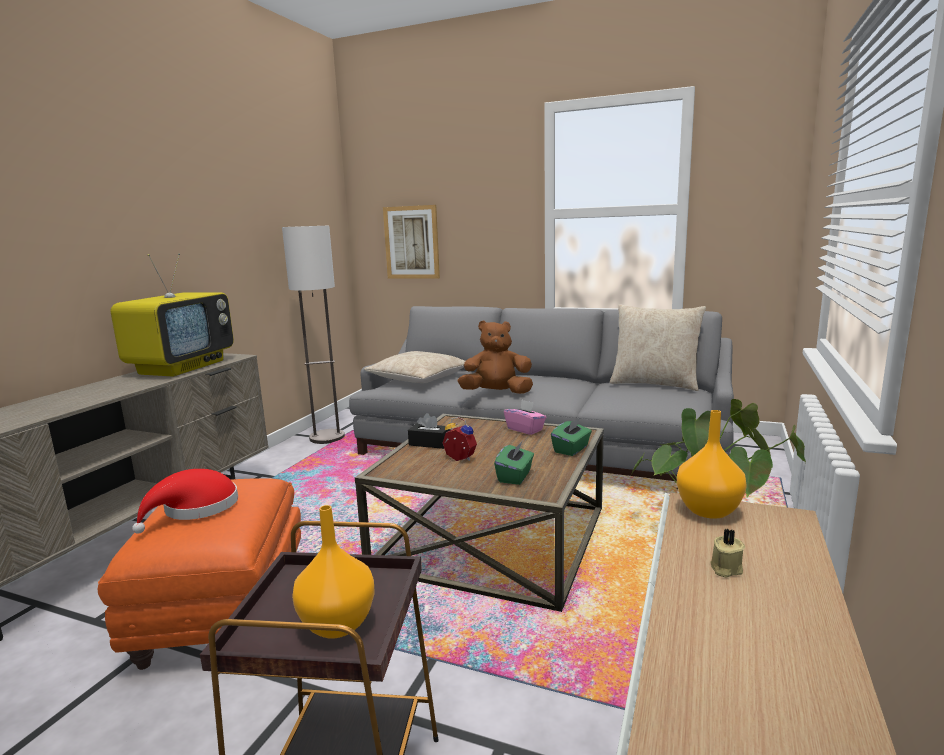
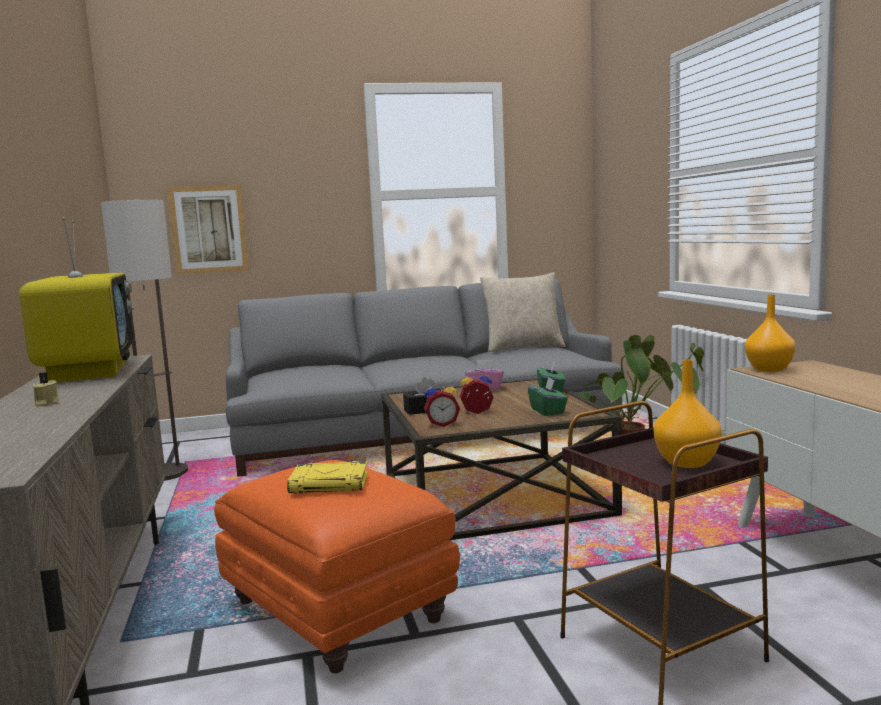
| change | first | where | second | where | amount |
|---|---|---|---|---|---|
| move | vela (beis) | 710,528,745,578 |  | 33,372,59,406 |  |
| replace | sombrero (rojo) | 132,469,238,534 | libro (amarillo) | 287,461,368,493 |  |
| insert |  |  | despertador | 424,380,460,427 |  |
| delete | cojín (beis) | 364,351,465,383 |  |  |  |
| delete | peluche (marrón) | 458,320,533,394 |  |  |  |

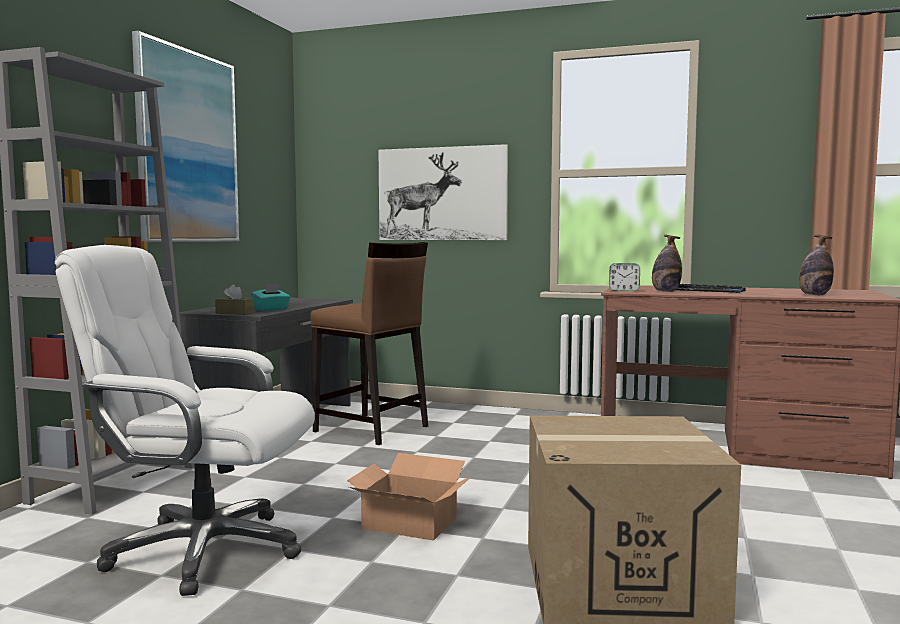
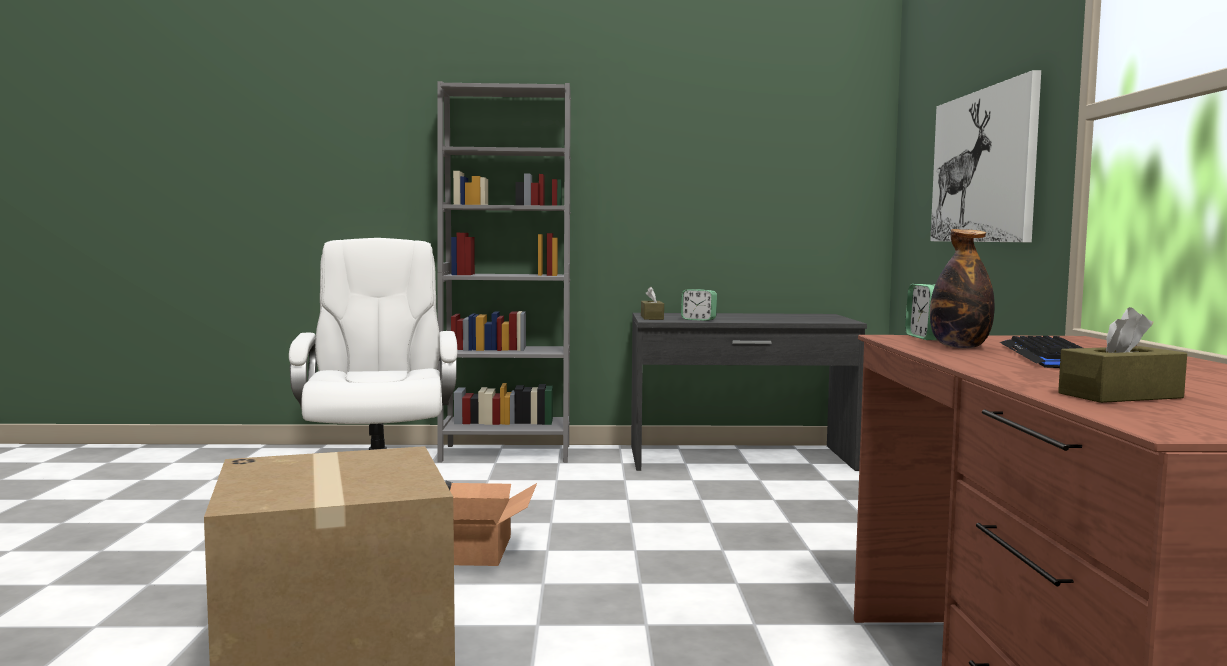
| change | first | where | second | where | amount |
|---|---|---|---|---|---|
| replace | caja de pañuelos (turquesa) | 251,284,290,311 | despertador | 681,289,717,321 |  |
| replace | botella | 799,235,834,295 | caja de pañuelos (marrón) | 1058,307,1187,403 |  |
| delete | cuadro | 132,31,239,243 |  |  |  |
| delete | taburete (marrón) | 310,242,428,445 |  |  |  |

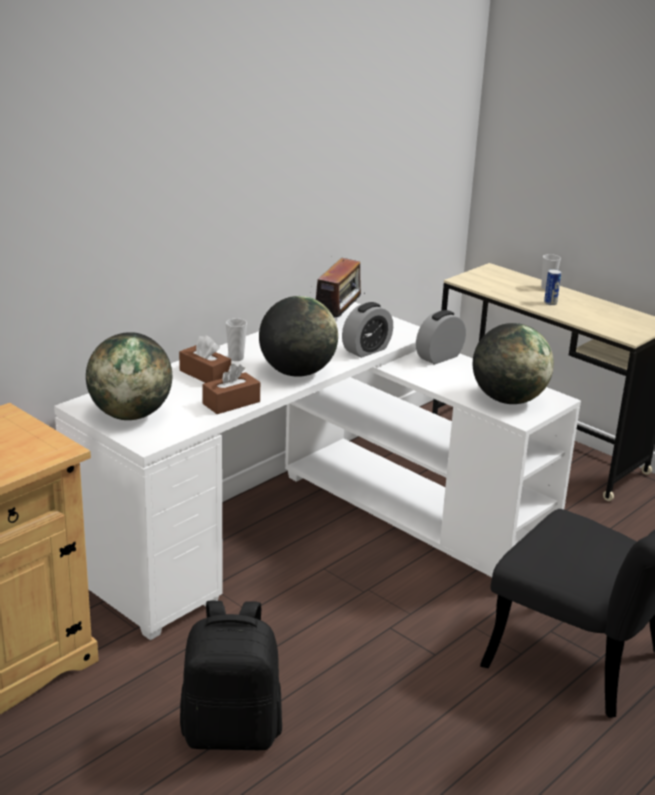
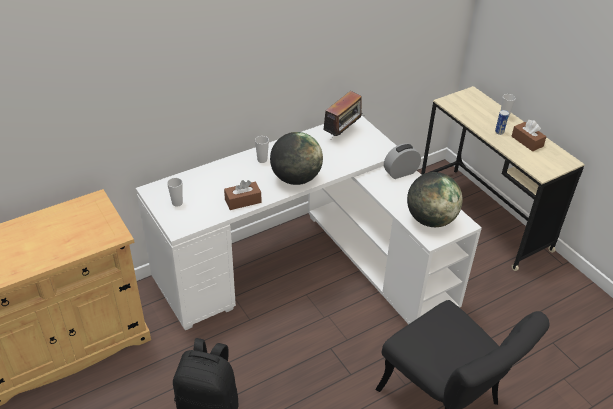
| change | first | where | second | where | amount |
|---|---|---|---|---|---|
| replace | globo terráqueo | 86,332,172,420 | taza | 167,178,183,207 |  |
| move | caja de pañuelos (marrón) | 179,335,231,383 |  | 511,120,547,151 |  |
| delete | despertador | 342,302,393,358 |  |  |  |

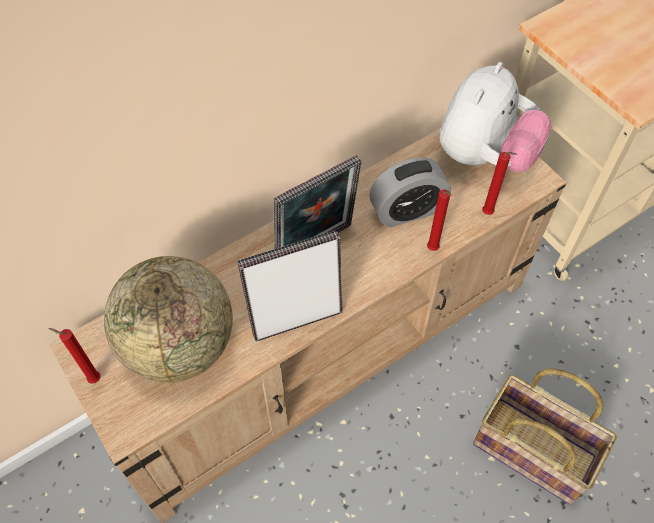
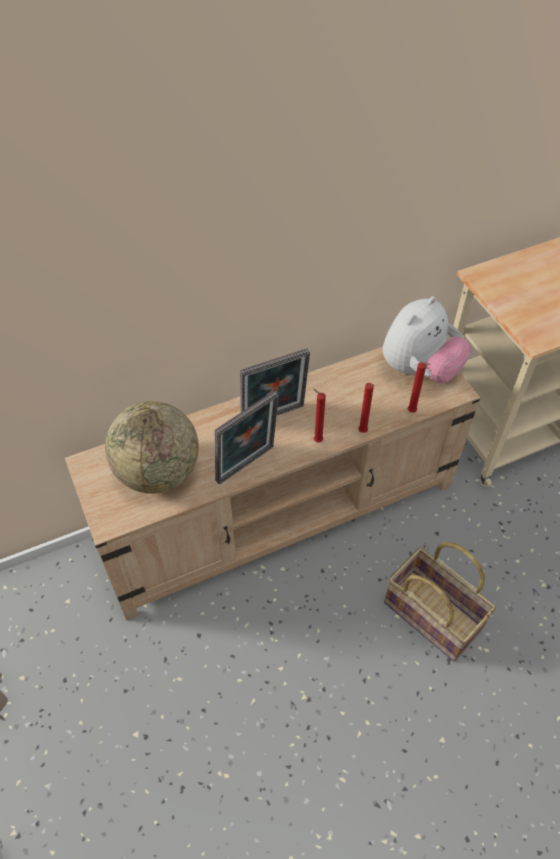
| change | first | where | second | where | amount |
|---|---|---|---|---|---|
| rotate | portarretratos | 237,230,342,342 |  | 214,391,279,485 | 150 degrees clockwise |
| move | vela (rojo) | 48,328,101,384 |  | 313,389,326,442 |  |
| delete | despertador | 369,157,451,227 |  |  |  |

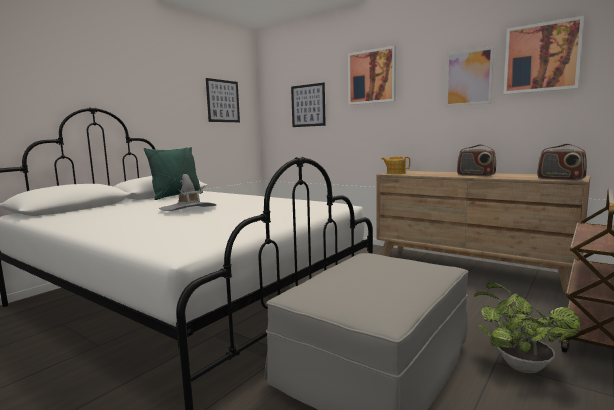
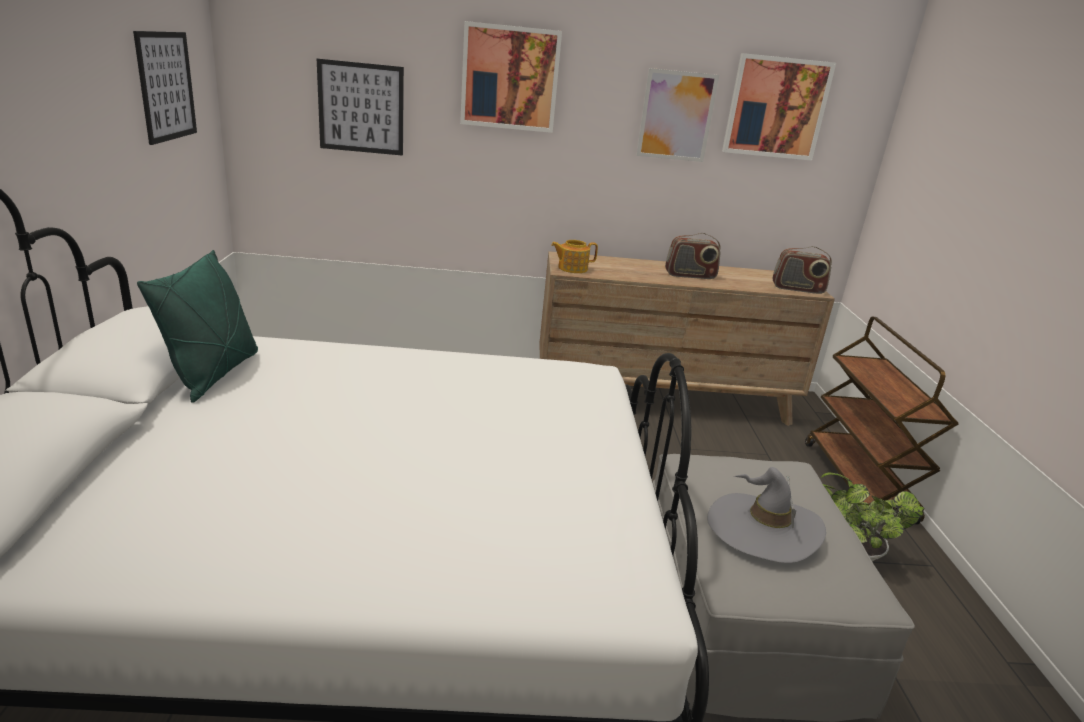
| change | first | where | second | where | amount |
|---|---|---|---|---|---|
| move | sombrero (gris) | 159,174,216,211 |  | 707,467,826,563 |  |

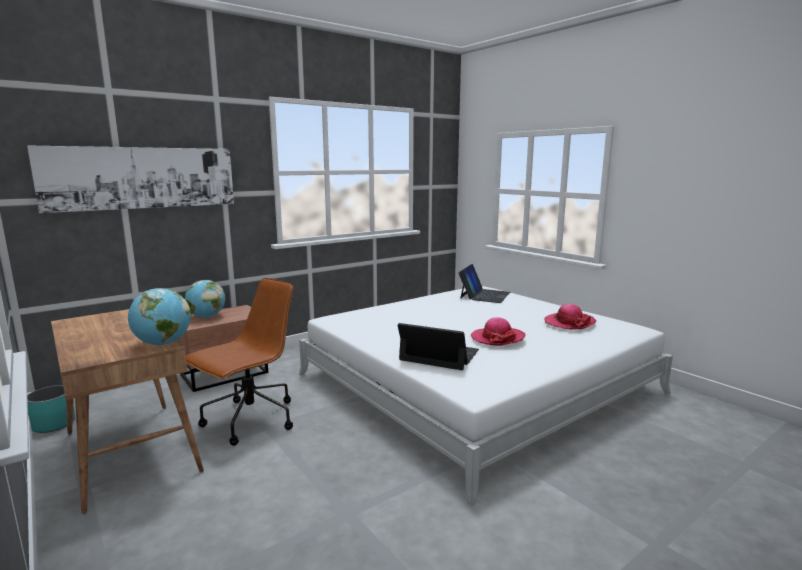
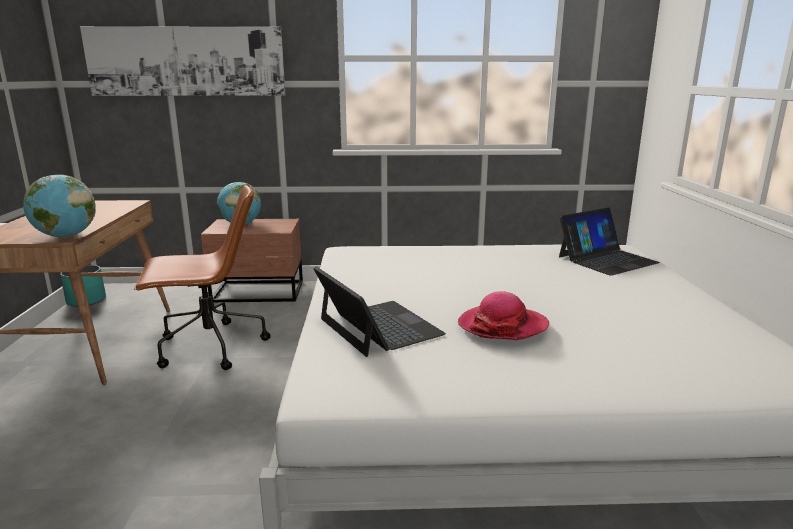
| change | first | where | second | where | amount |
|---|---|---|---|---|---|
| delete | sombrero | 544,304,596,330 |  |  |  |

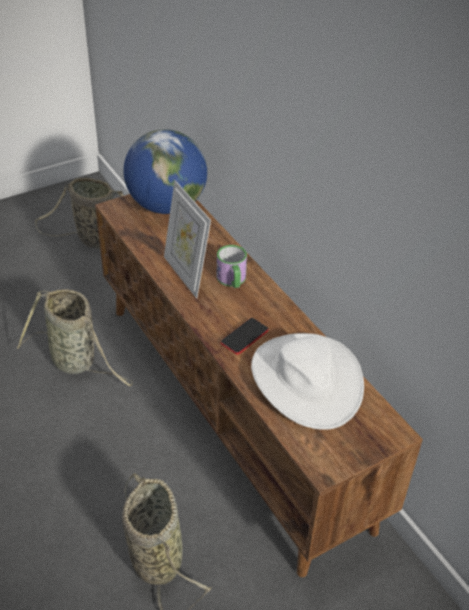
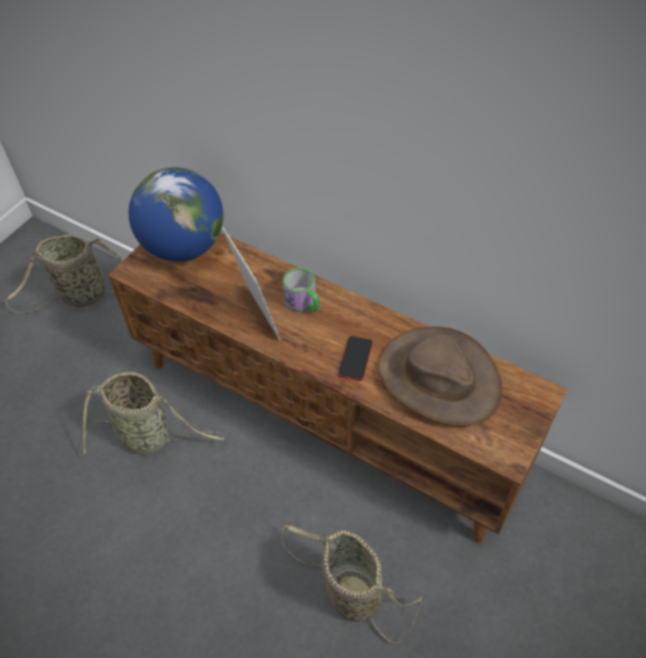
| change | first | where | second | where | amount |
|---|---|---|---|---|---|
| rotate | portarretratos | 164,180,211,299 |  | 222,227,281,341 | 150 degrees counterclockwise |
| recolor | sombrero (blanco) | 251,333,364,430 | sombrero (marrón) | 378,326,502,427 |  |

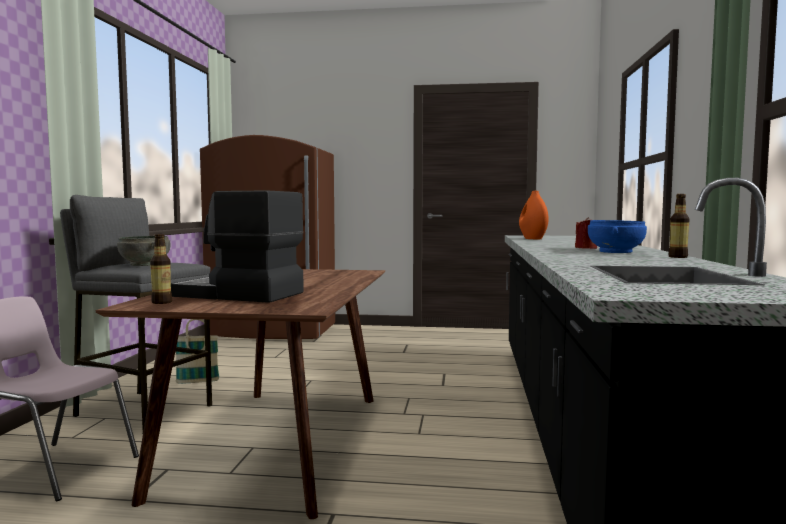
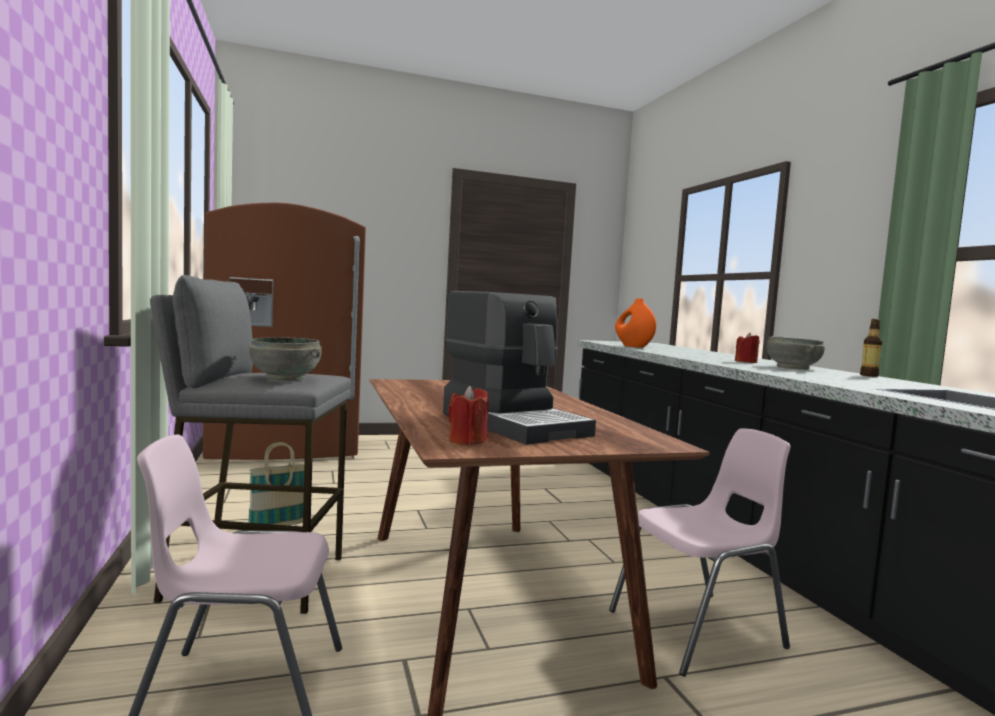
| change | first | where | second | where | amount |
|---|---|---|---|---|---|
| rotate | cafetera | 171,190,304,303 |  | 443,291,596,445 | 120 degrees counterclockwise |
| replace | botella | 150,234,172,304 | vela (rojo) | 448,386,488,445 |  |
| insert |  |  | silla (rosa) | 609,428,790,677 |  |
| recolor | cuenco (azul) | 588,220,647,253 | cuenco (gris) | 767,337,825,370 |  |

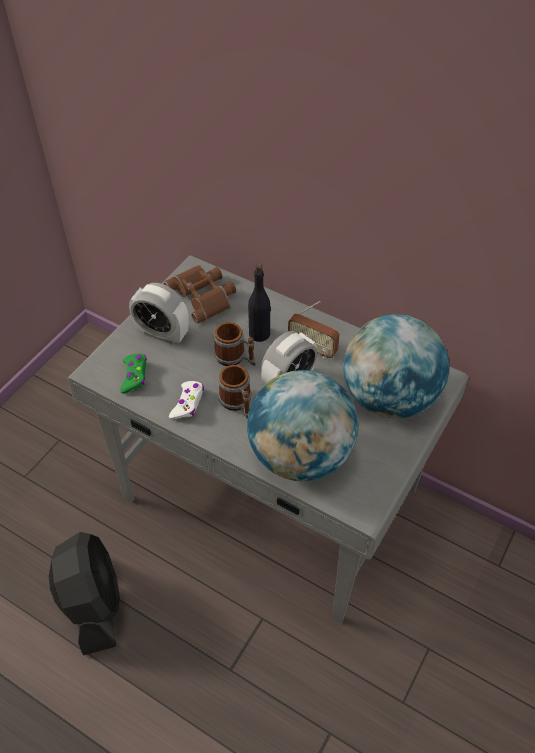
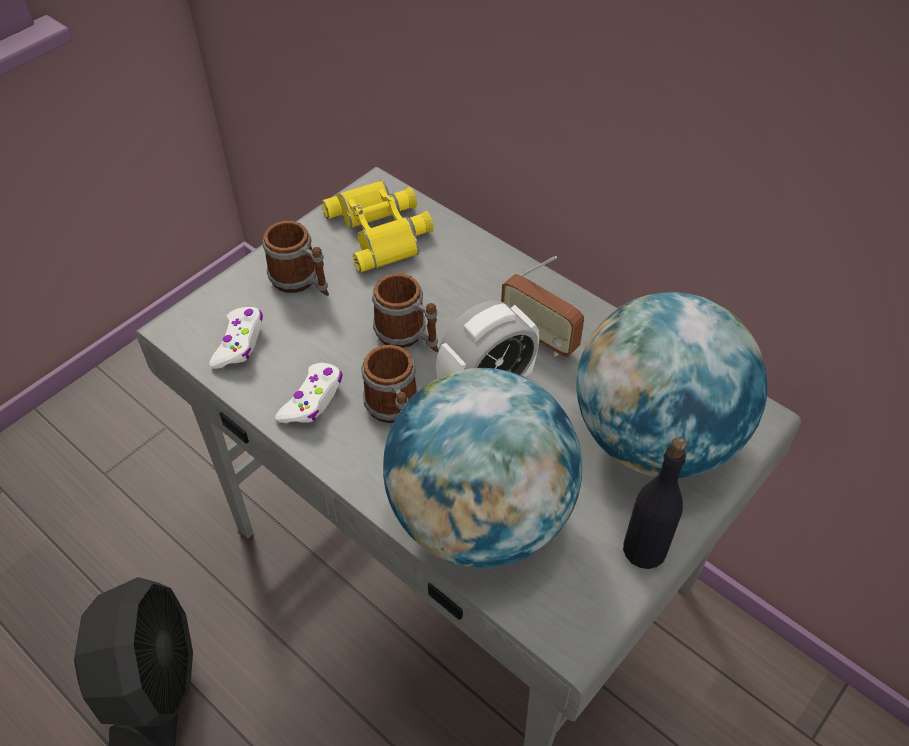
| change | first | where | second | where | amount |
|---|---|---|---|---|---|
| recolor | mando de consola (verde) | 120,353,147,394 | mando de consola (blanco) | 209,307,263,369 |  |
| replace | despertador | 129,283,189,345 | taza grande | 262,221,329,296 |  |
| recolor | prismáticos (marrón) | 164,265,236,324 | prismáticos (amarillo) | 322,180,434,272 |  |
| move | botella (negro) | 248,264,271,342 |  | 623,437,687,569 |  |

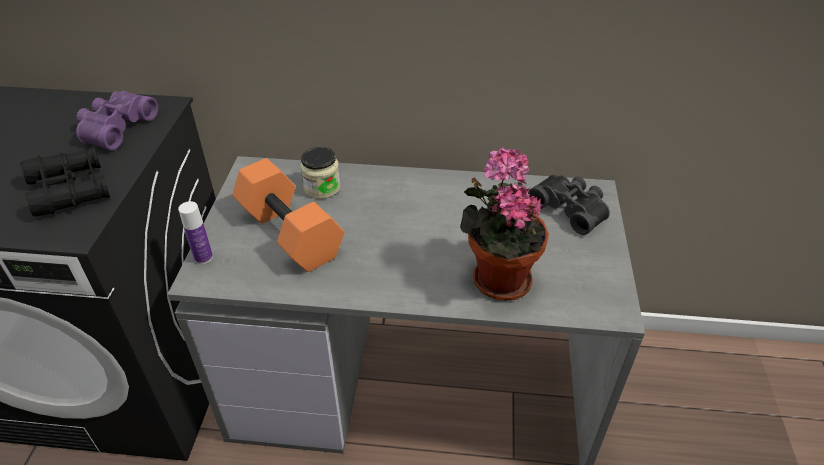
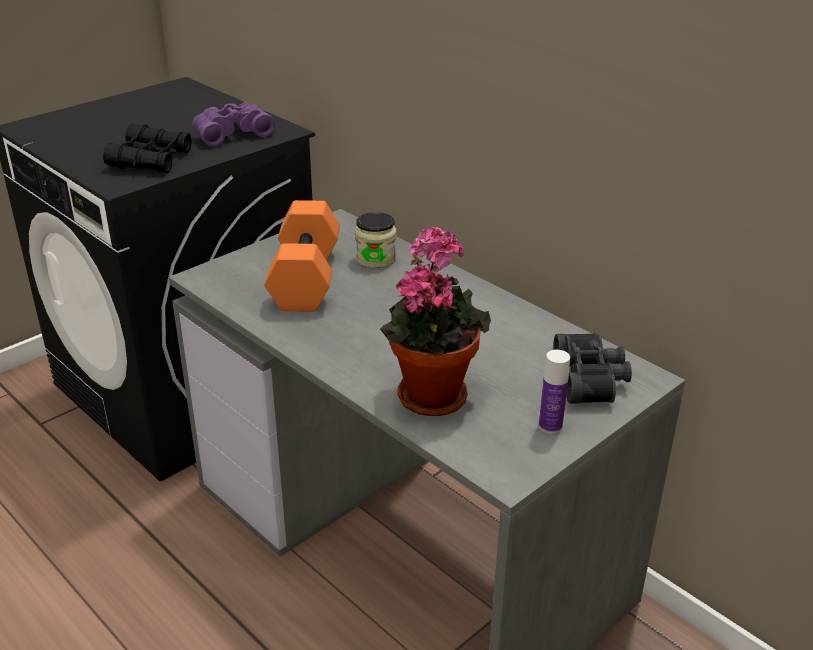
| change | first | where | second | where | amount |
|---|---|---|---|---|---|
| move | botella | 178,201,213,264 |  | 539,350,570,434 |  |

